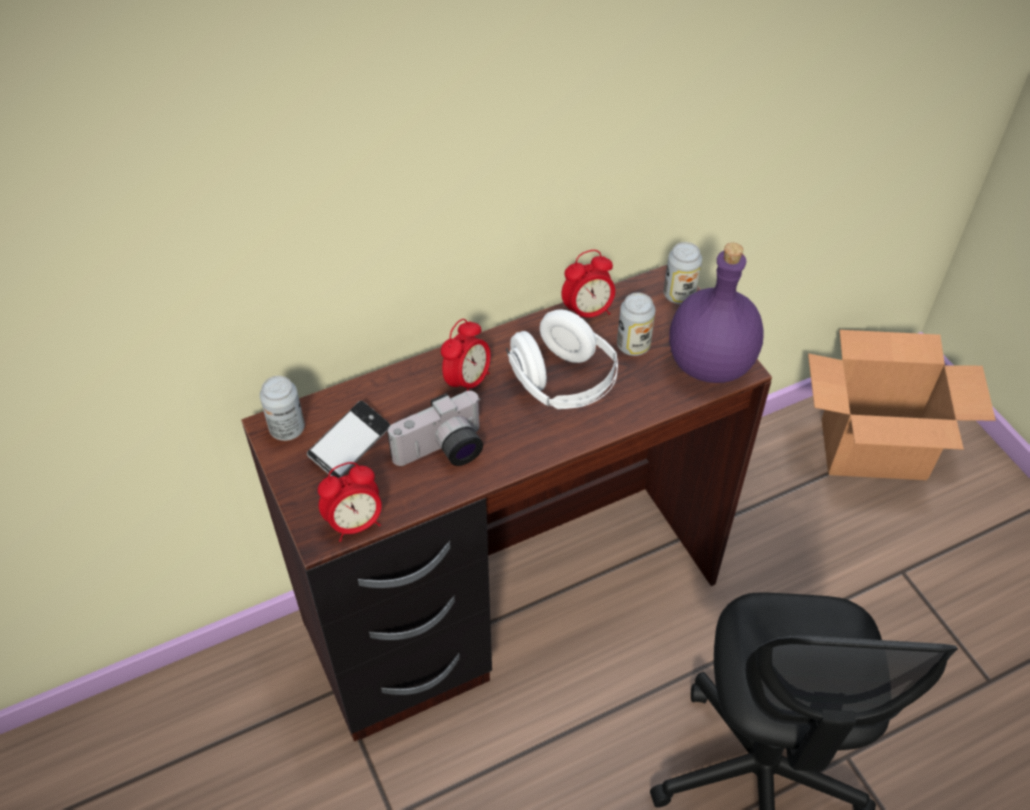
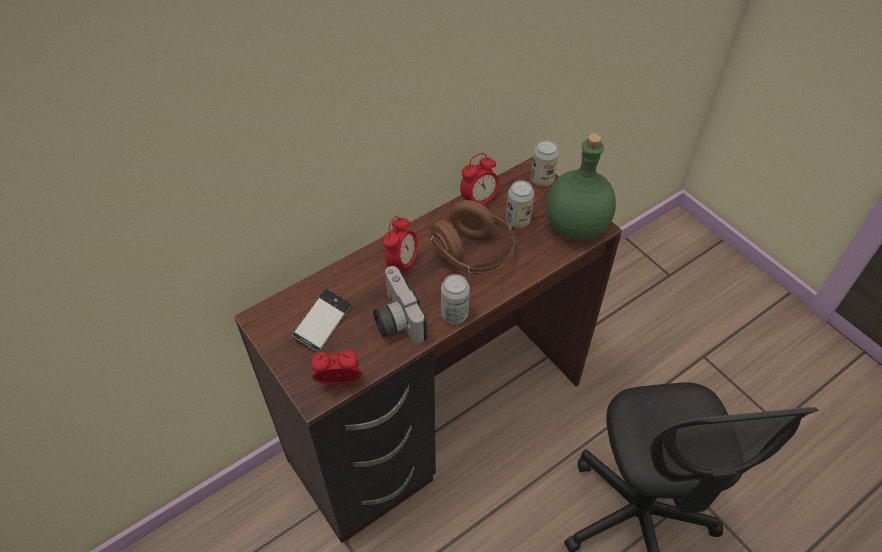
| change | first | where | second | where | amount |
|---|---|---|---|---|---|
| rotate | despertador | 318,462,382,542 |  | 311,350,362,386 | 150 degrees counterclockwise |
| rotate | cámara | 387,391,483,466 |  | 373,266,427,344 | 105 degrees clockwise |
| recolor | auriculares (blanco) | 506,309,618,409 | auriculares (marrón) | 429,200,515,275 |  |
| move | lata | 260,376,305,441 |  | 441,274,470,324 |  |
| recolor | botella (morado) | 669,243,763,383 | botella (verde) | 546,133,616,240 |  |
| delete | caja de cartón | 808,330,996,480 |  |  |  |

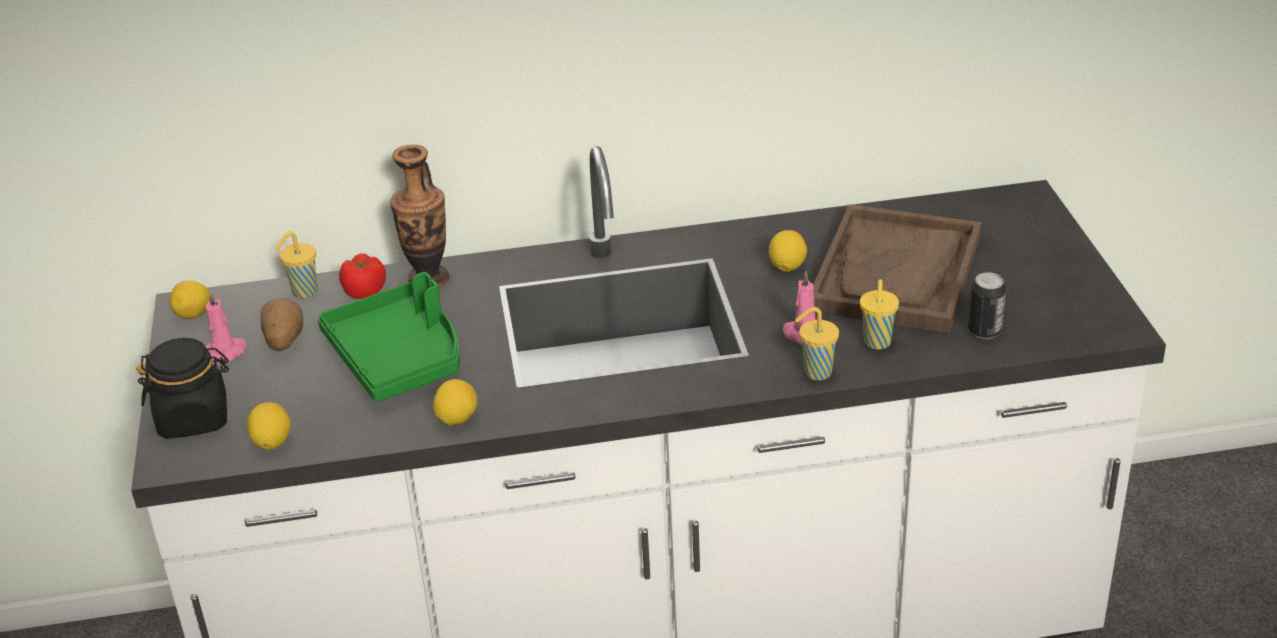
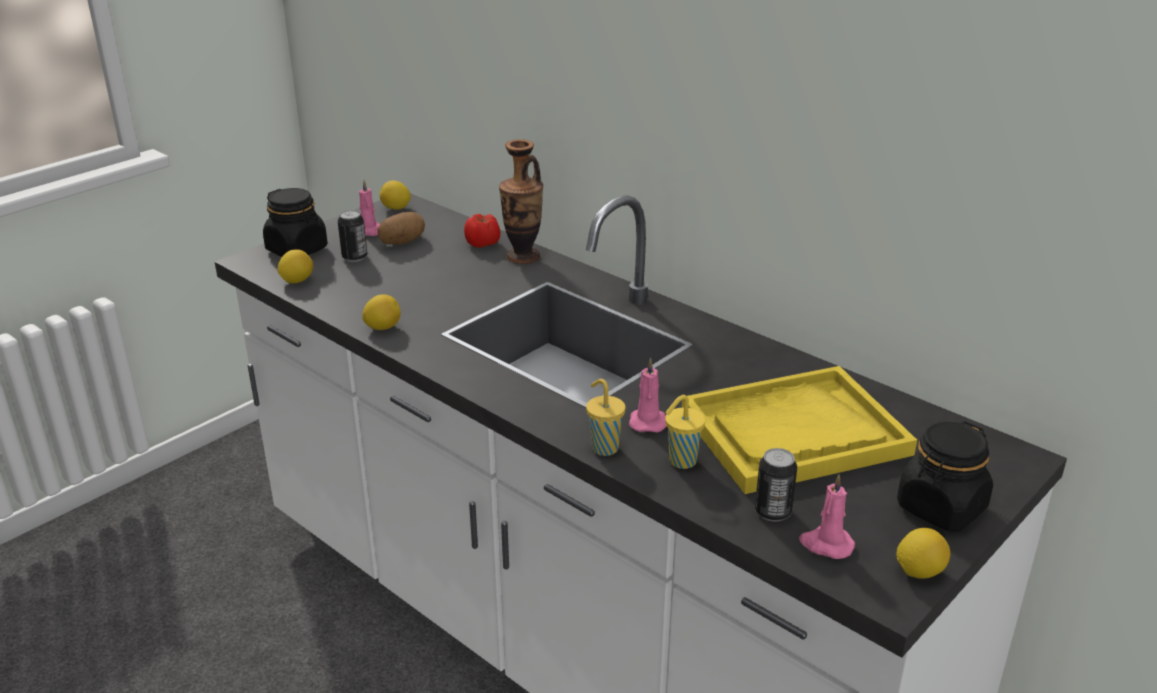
| change | first | where | second | where | amount |
|---|---|---|---|---|---|
| insert |  |  | lata | 338,210,367,262 |  |
| recolor | bandeja (marrón) | 813,204,981,334 | bandeja (amarillo) | 681,366,917,494 |  |
| insert |  |  | vela (rosa) | 799,474,855,559 |  |
| move | limón | 769,230,807,272 |  | 896,528,950,579 |  |
| insert |  |  | tarro (negro) | 897,421,993,531 |  |
| delete | taza (amarillo) | 275,231,318,299 |  |  |  |
| delete | bandeja (verde) | 318,272,460,402 |  |  |  |

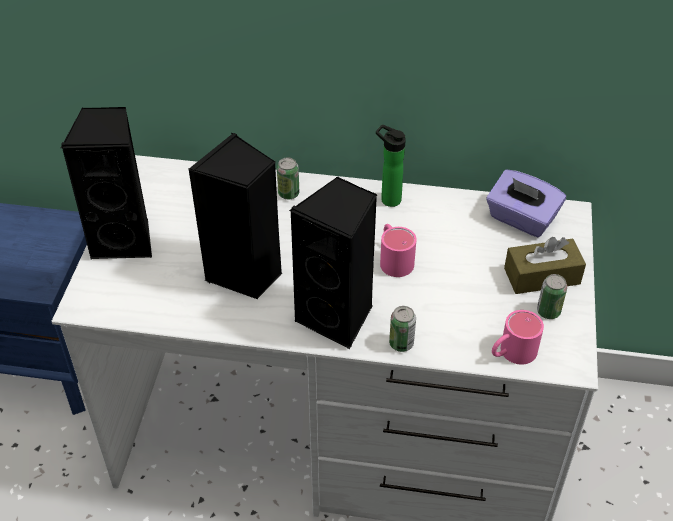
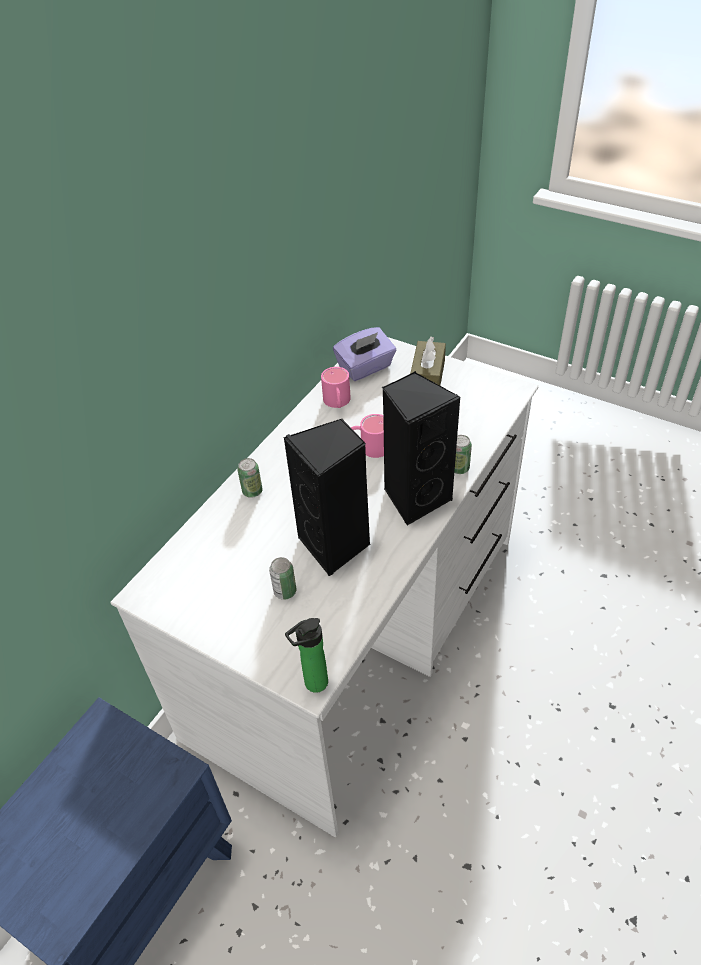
| change | first | where | second | where | amount |
|---|---|---|---|---|---|
| move | lata | 537,274,567,319 |  | 269,557,297,600 |  |
| move | botella | 376,125,406,207 |  | 285,618,328,693 |  |
| move | taza grande (rosa) | 492,310,544,365 |  | 321,367,351,408 |  |
| delete | altavoz (negro) | 61,107,152,259 |  |  |  |

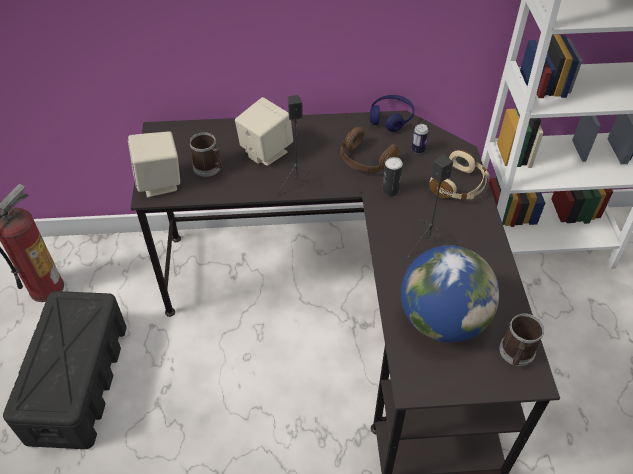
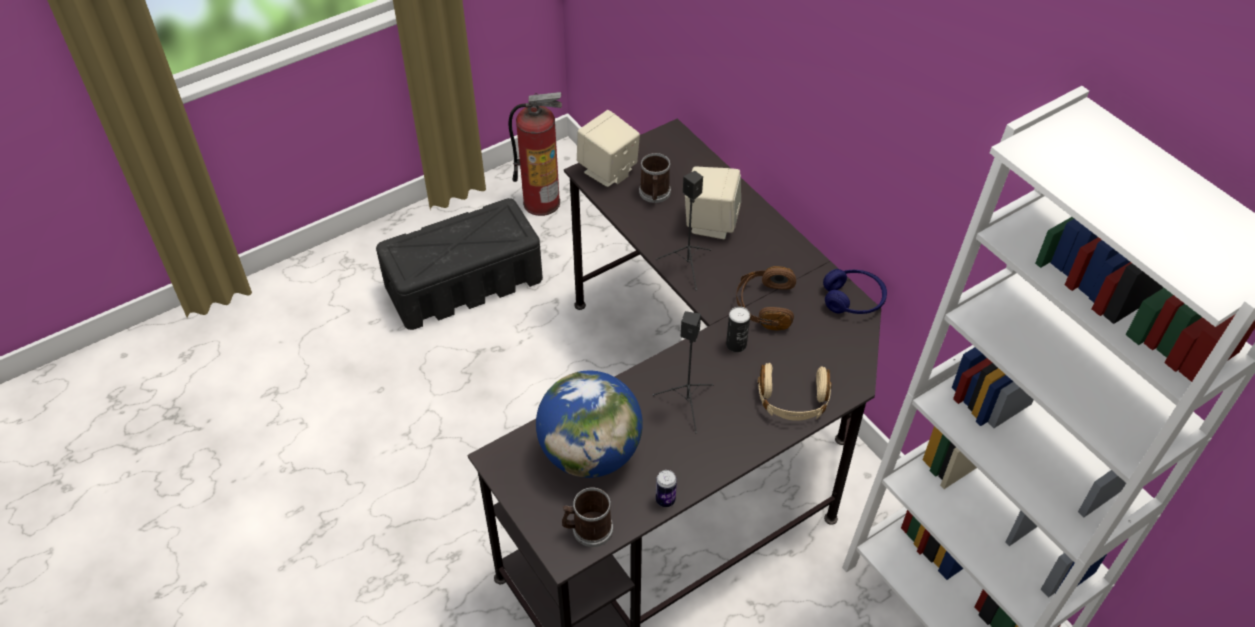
| change | first | where | second | where | amount |
|---|---|---|---|---|---|
| move | lata | 412,124,429,154 |  | 656,470,677,507 |  |

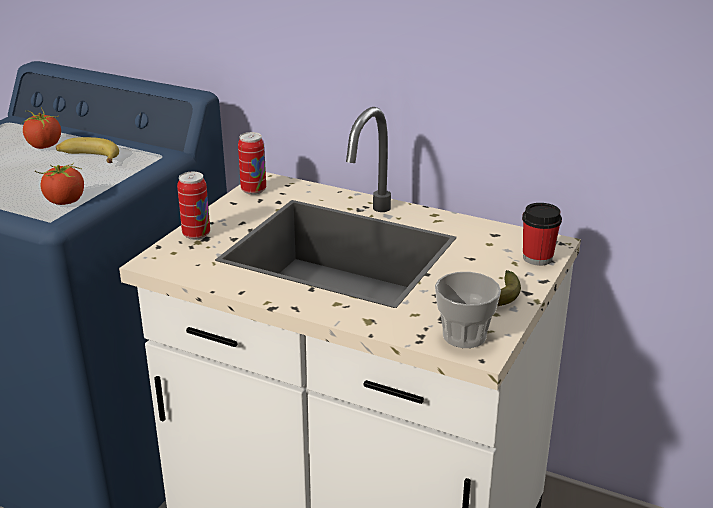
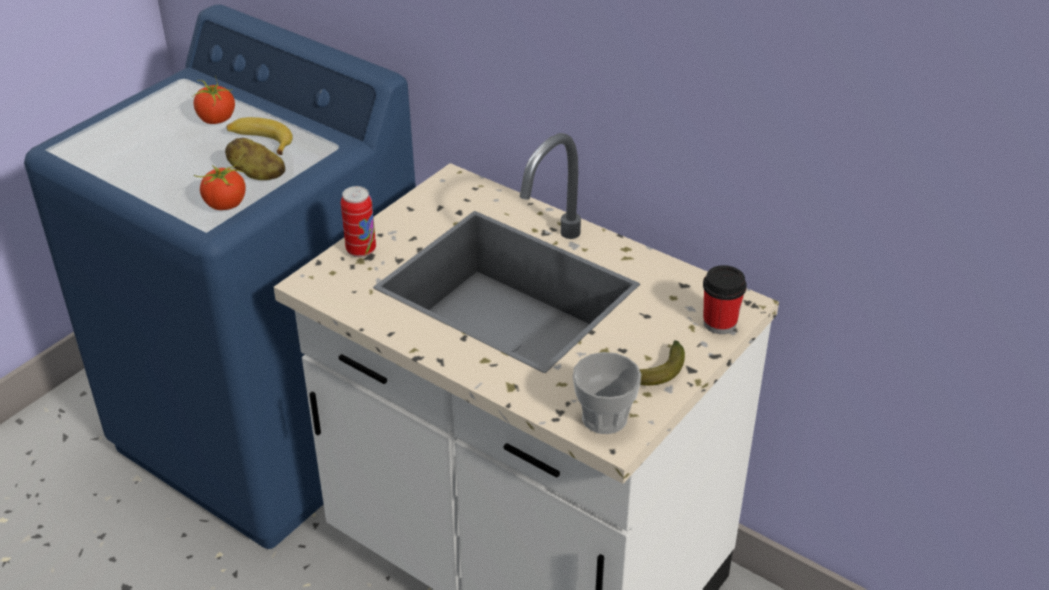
| change | first | where | second | where | amount |
|---|---|---|---|---|---|
| insert |  |  | patata | 225,138,285,180 |  |
| delete | lata | 238,132,266,195 |  |  |  |

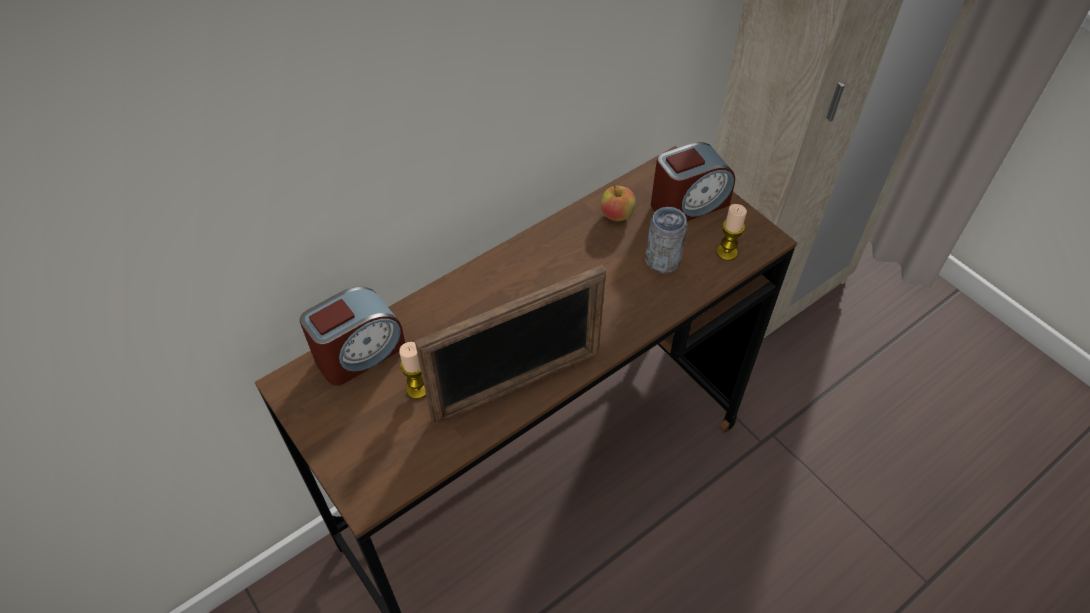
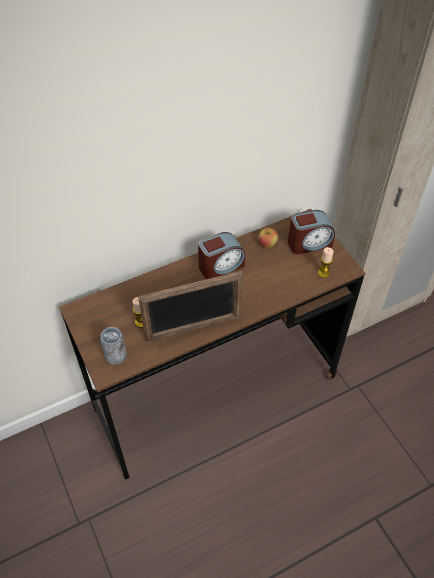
| change | first | where | second | where | amount |
|---|---|---|---|---|---|
| move | lata | 645,207,687,274 |  | 100,327,127,365 |  |
| move | despertador | 300,287,405,386 |  | 198,232,245,279 |  |

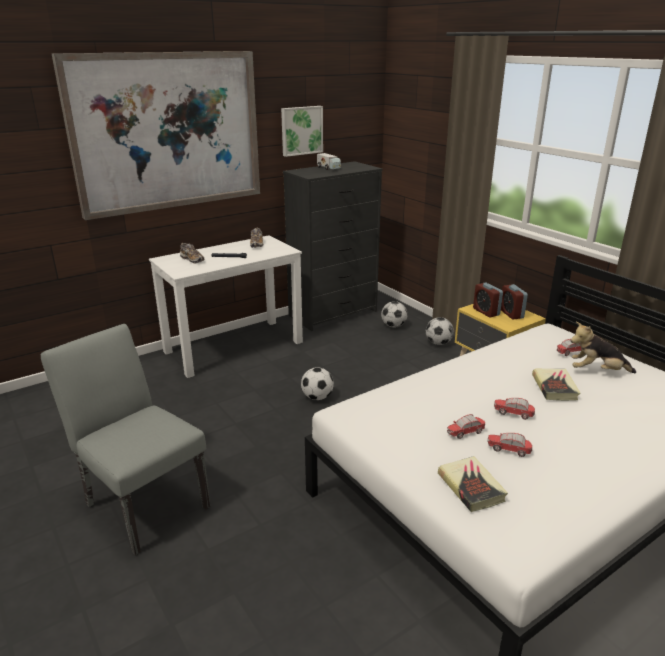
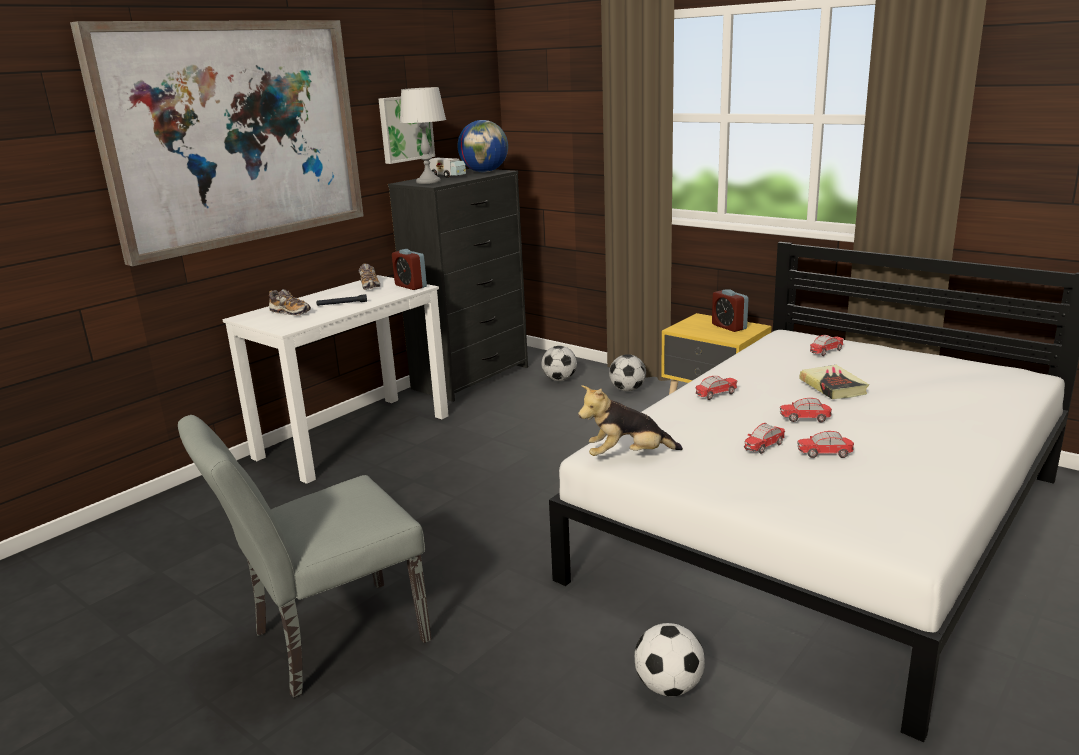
| change | first | where | second | where | amount |
|---|---|---|---|---|---|
| rotate | silla (gris) | 41,324,210,556 |  | 178,415,432,698 | 60 degrees counterclockwise |
| move | despertador | 473,283,503,317 |  | 392,249,427,290 |  |
| insert |  |  | lámpara de mesa (gris) | 400,87,446,184 |  |
| insert |  |  | globo terráqueo | 458,120,508,172 |  |
| move | peluche | 571,322,636,373 |  | 578,385,683,456 |  |
| move | balón de fútbol | 301,367,334,400 |  | 635,623,705,696 |  |
| insert |  |  | coche de juguete | 696,376,738,400 |  |
| delete | libro | 438,456,508,512 |  |  |  |

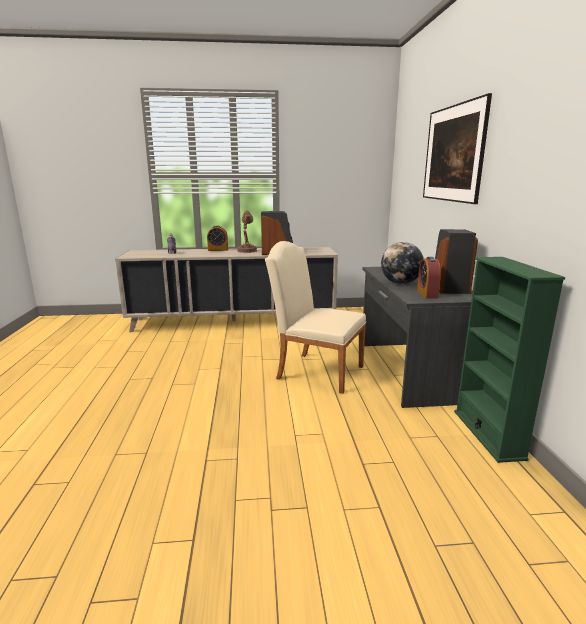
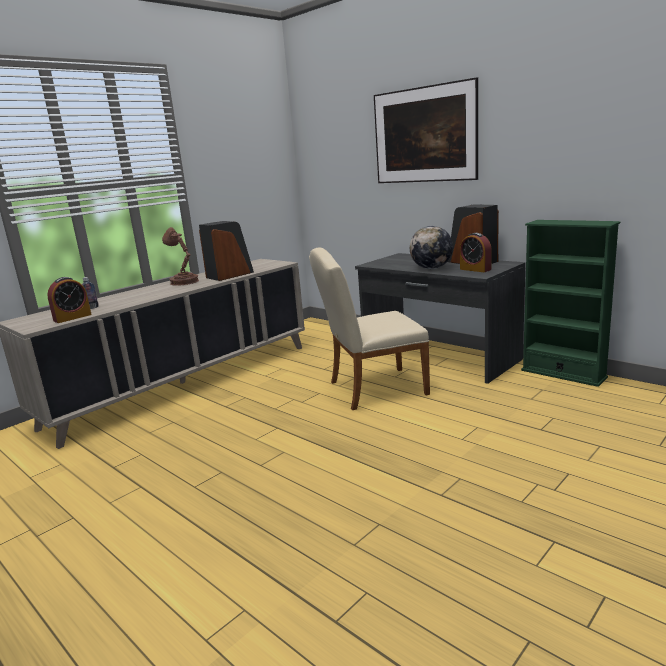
| change | first | where | second | where | amount |
|---|---|---|---|---|---|
| move | despertador | 207,225,228,251 |  | 47,277,92,323 |  |

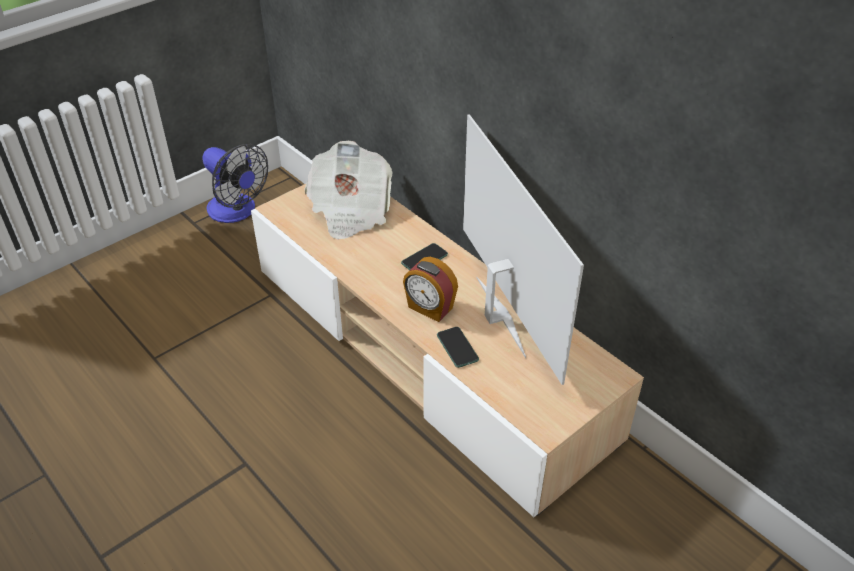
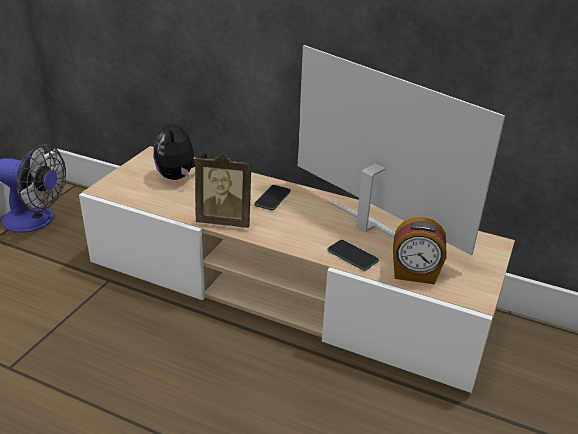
| change | first | where | second | where | amount |
|---|---|---|---|---|---|
| replace | periódico | 304,141,393,240 | peluche | 153,114,207,180 |  |
| insert |  |  | portarretratos | 195,153,251,228 |  |
| move | despertador | 403,257,458,322 |  | 393,217,447,284 |  |

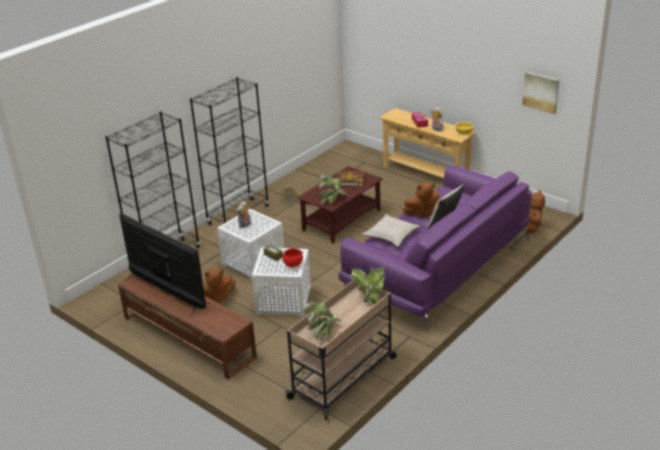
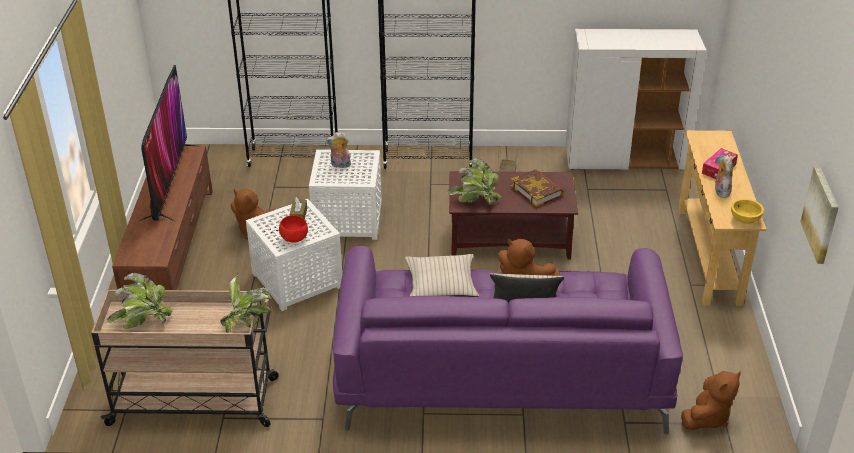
| change | first | where | second | where | amount |
|---|---|---|---|---|---|
| insert |  |  | armario (blanco) | 566,29,706,170 |  |

